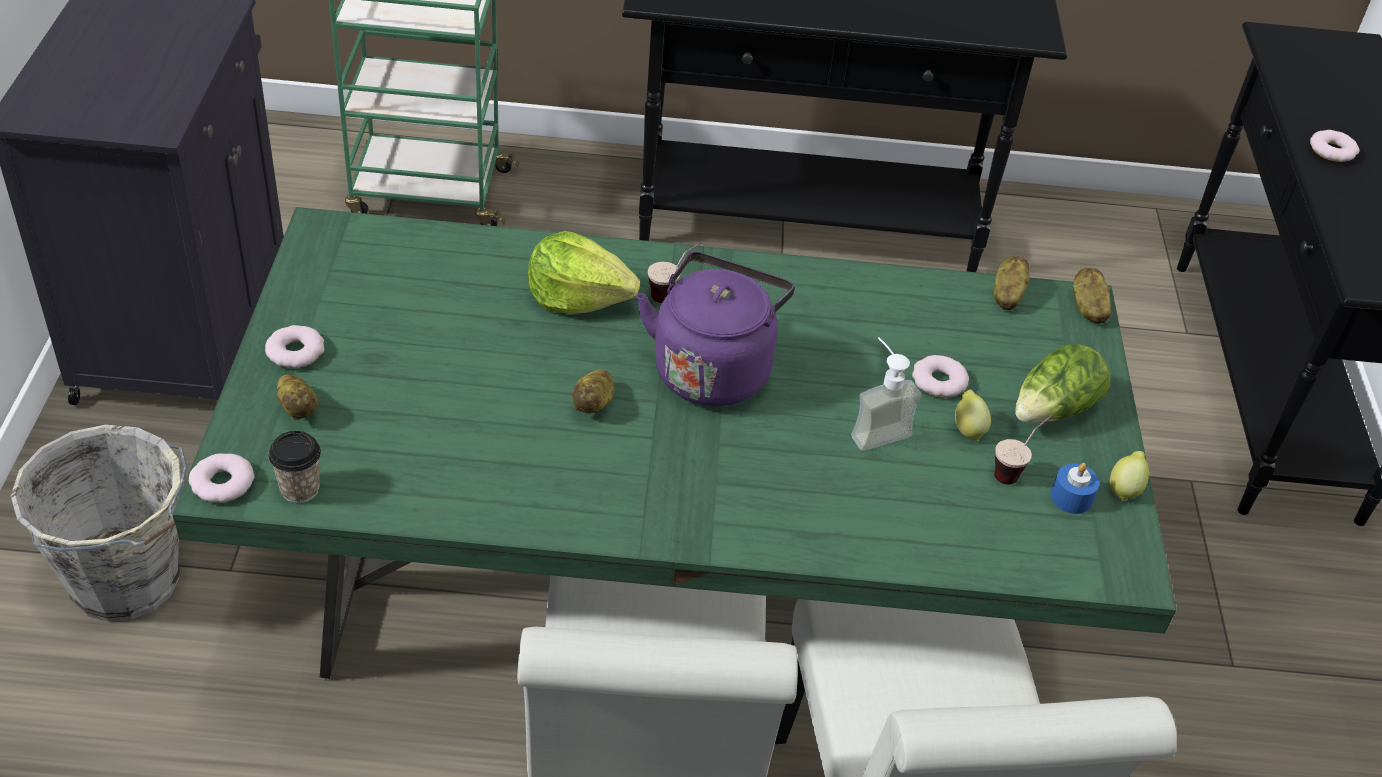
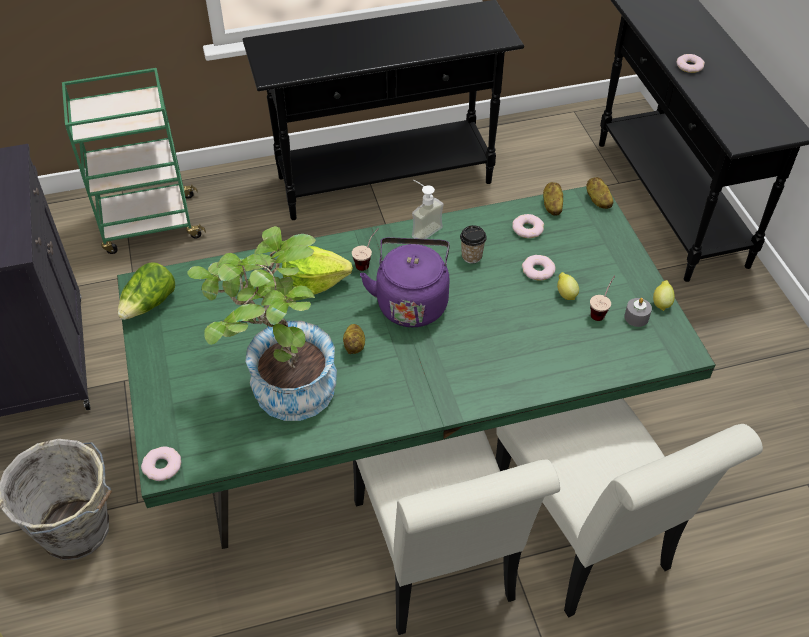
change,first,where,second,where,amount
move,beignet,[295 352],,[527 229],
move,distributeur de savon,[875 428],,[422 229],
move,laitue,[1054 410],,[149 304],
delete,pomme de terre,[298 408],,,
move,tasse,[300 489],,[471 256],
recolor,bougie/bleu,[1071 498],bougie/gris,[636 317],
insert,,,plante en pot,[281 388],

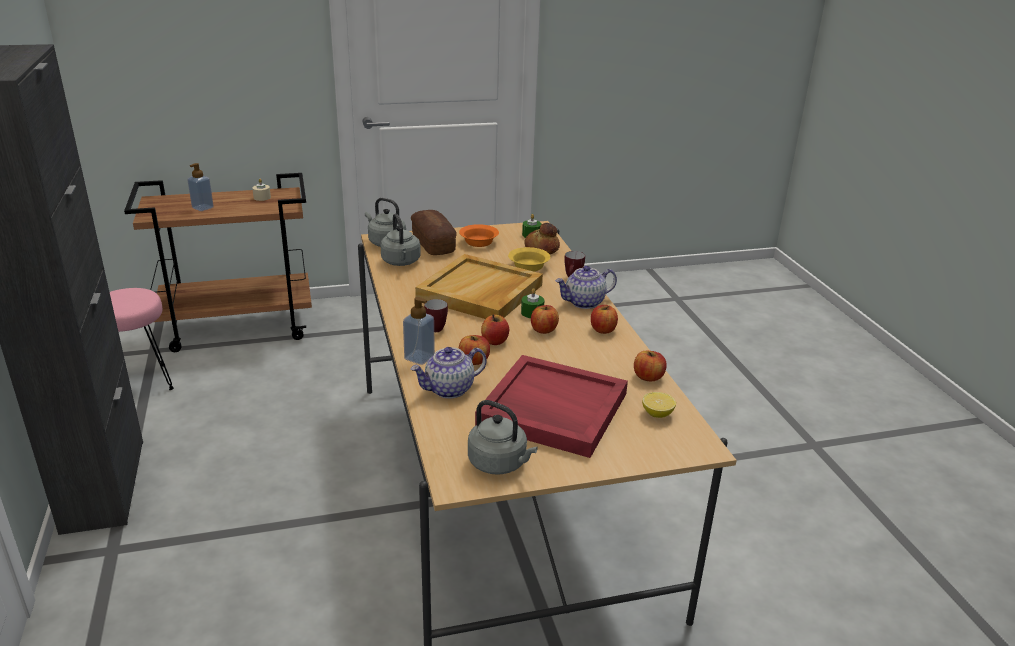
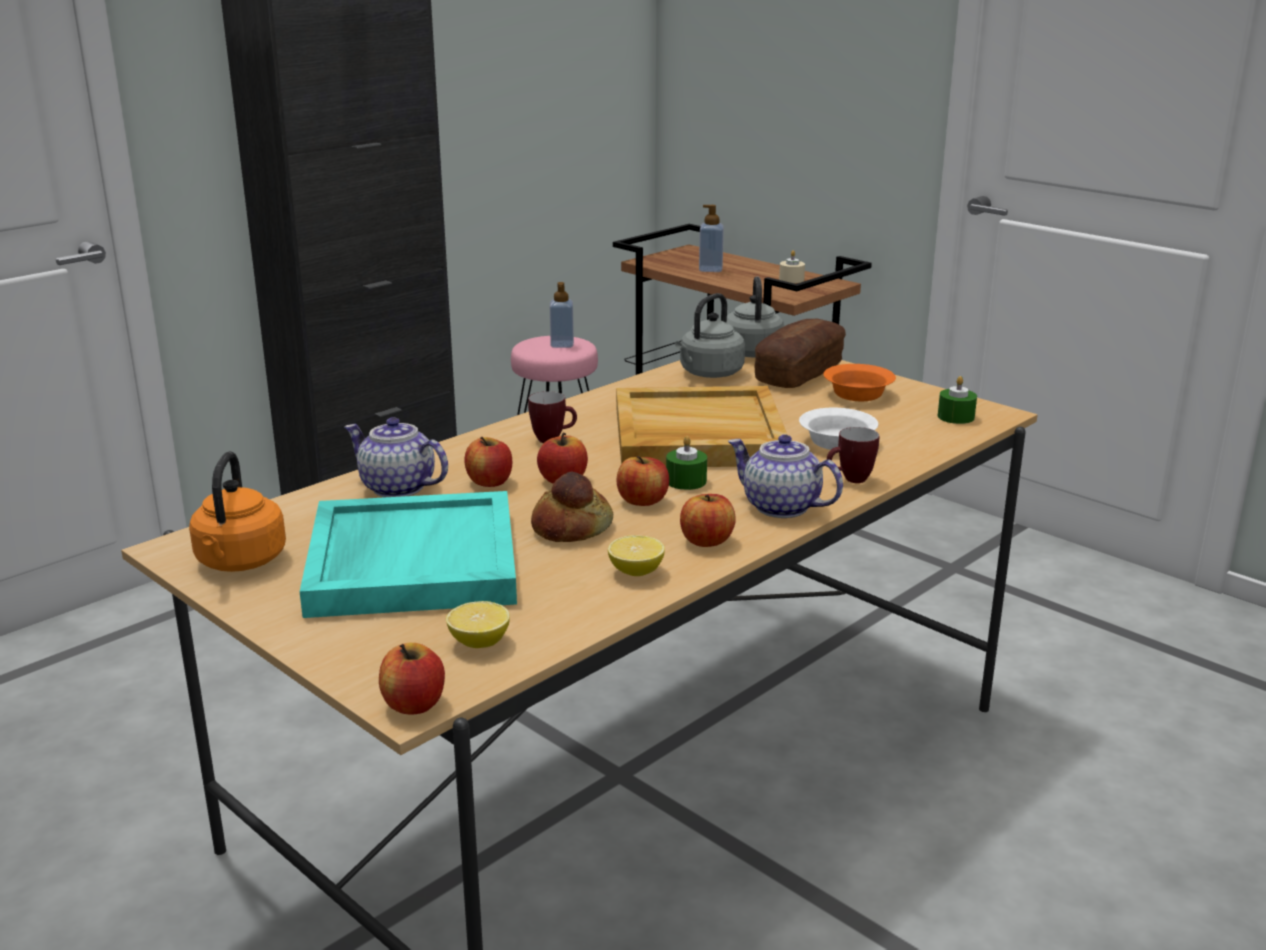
change,first,where,second,where,amount
move,pain,[541 248],,[571 527],
recolor,bol/jaune,[527 266],bol/blanc,[836 442],
move,distributeur de savon,[419 357],,[562 344],
move,pomme,[648 377],,[414 704],
recolor,plateau/rouge,[551 409],plateau/turquoise,[411 561],
recolor,bouilloire/gris,[500 464],bouilloire/orange,[239 562],
insert,,,citron,[636 572],

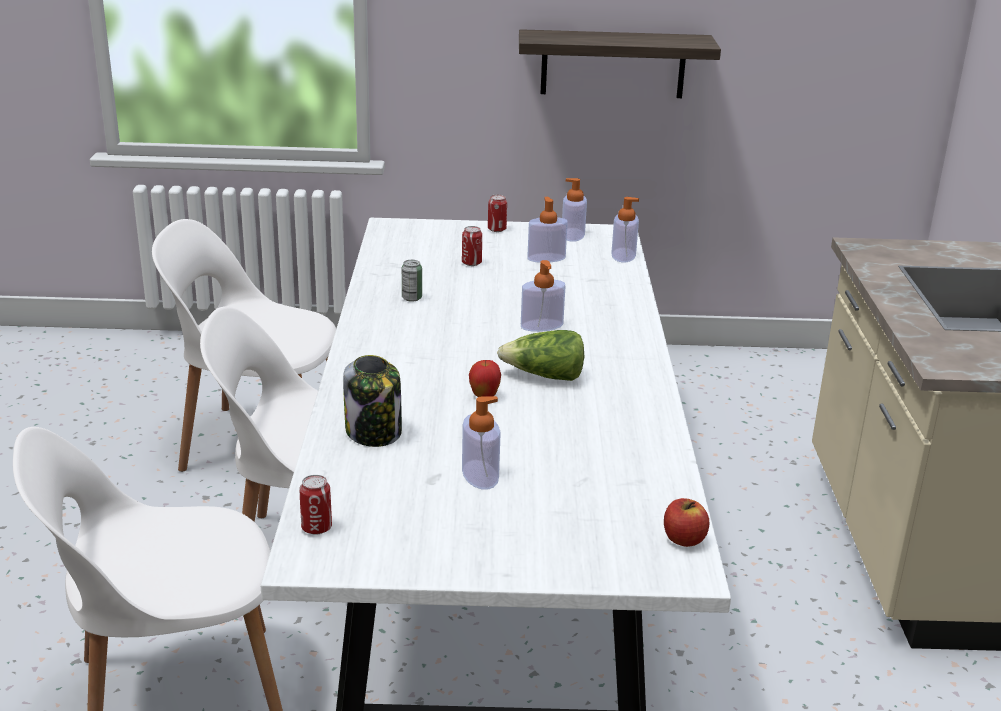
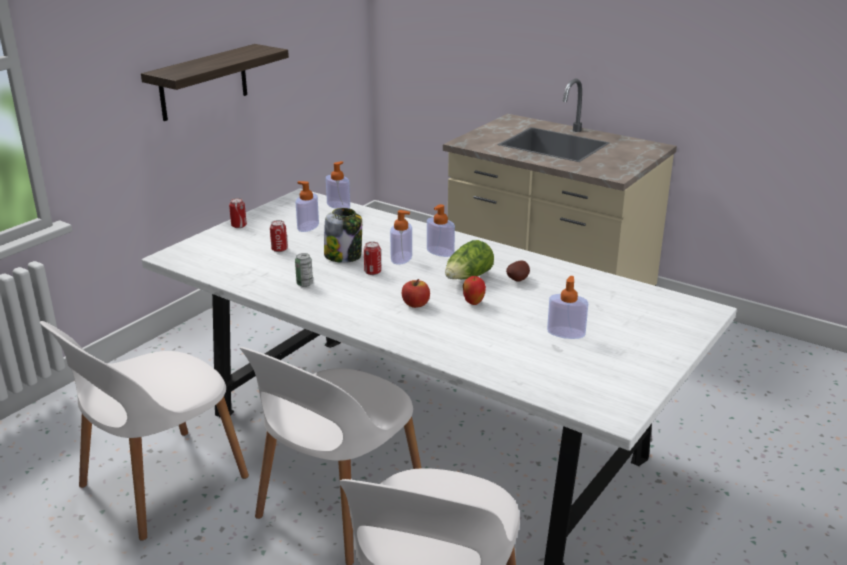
change,first,where,second,where,amount
move,distributeur de savon,[573 235],,[440 251],
move,bocal,[374 433],,[343 256],
move,boîte métallique,[316 528],,[372 272],
move,pomme,[683 539],,[415 304],
insert,,,pomme de terre,[518 280],

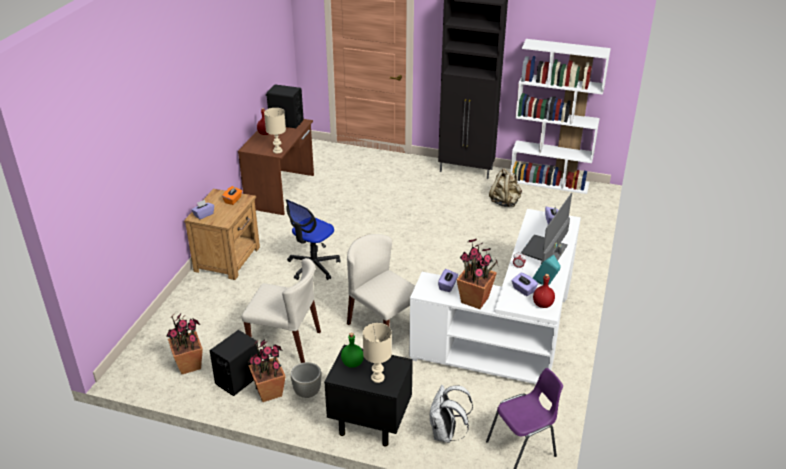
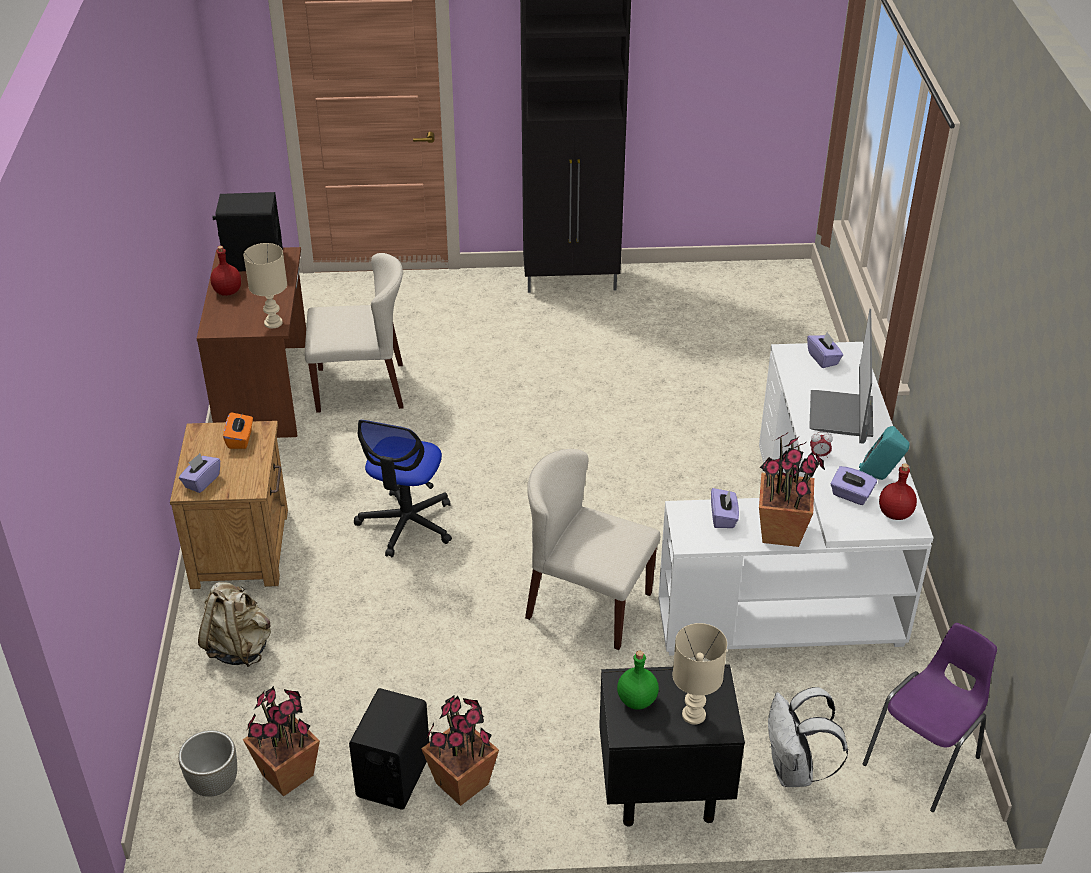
change,first,where,second,where,amount
delete,bibliothèque/blanc,[549 182],,,
move,sac à dos/beige,[505 202],,[239 647],
move,chaise/beige,[286 342],,[361 387],
move,cache-pot/gris,[307 392],,[213 784],

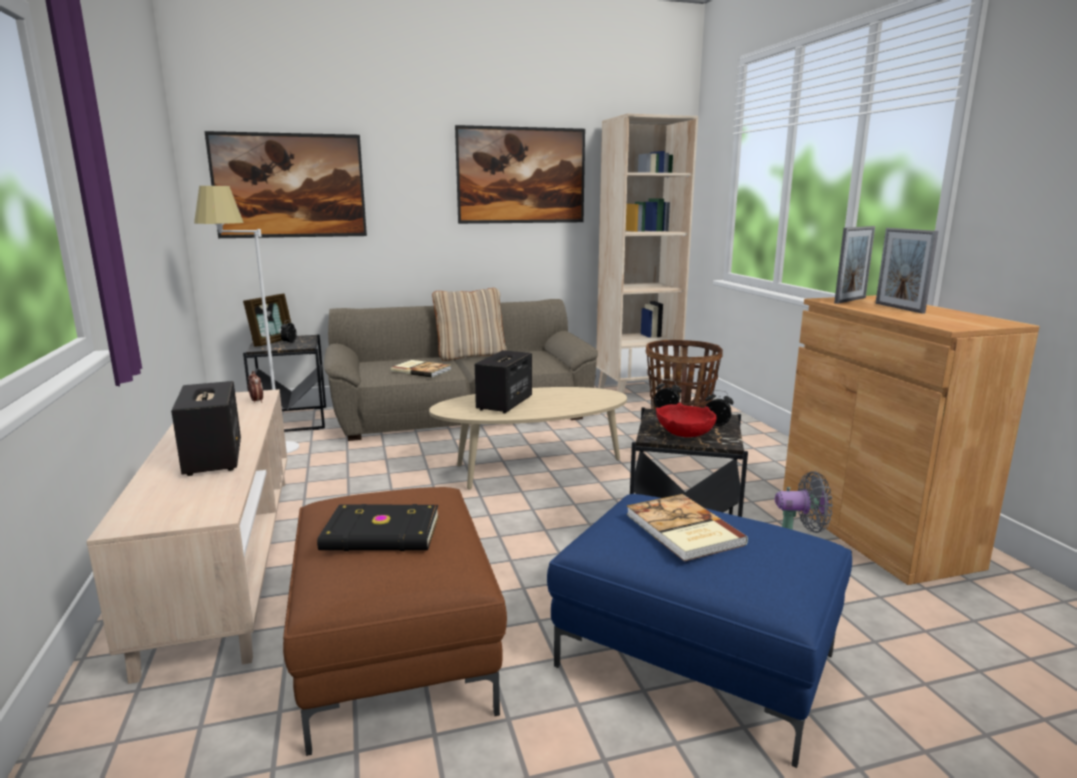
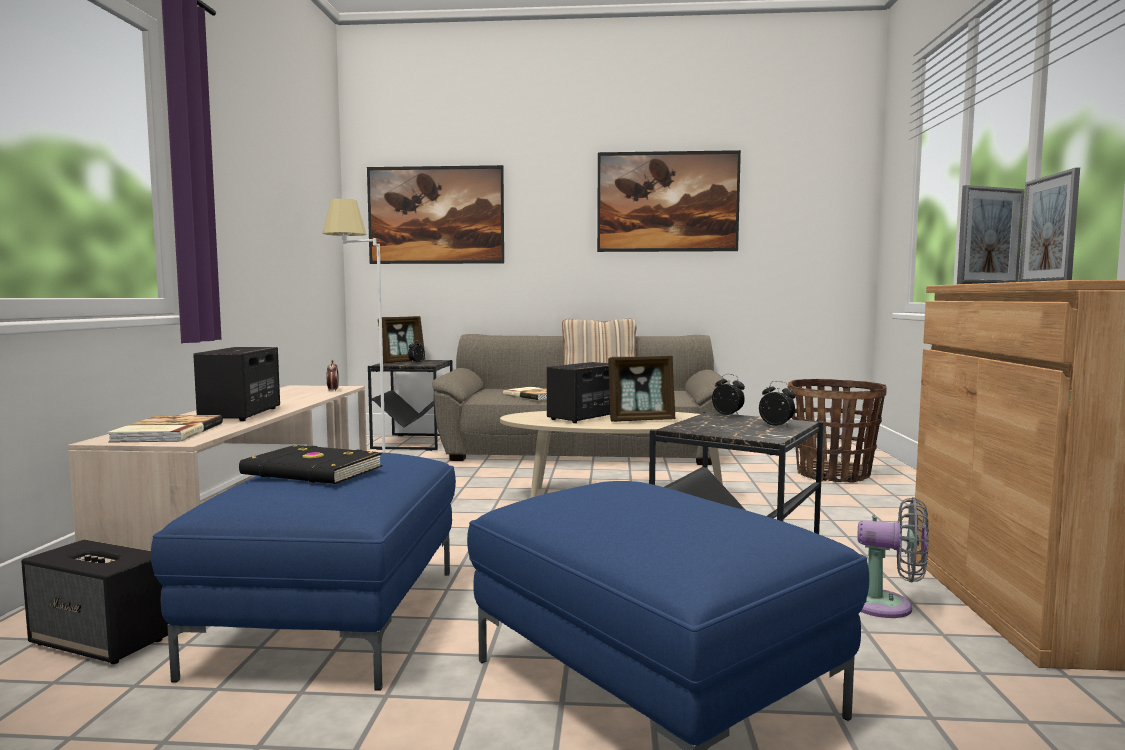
change,first,where,second,where,amount
delete,bibliothèque/beige,[637 392],,,
delete,bol/rouge,[685 433],,,
recolor,pouf/marron,[399 652],pouf/bleu,[335 620],
move,livre,[682 530],,[166 432],
insert,,,cadre photo,[641 420],
insert,,,enceinte,[102 642],

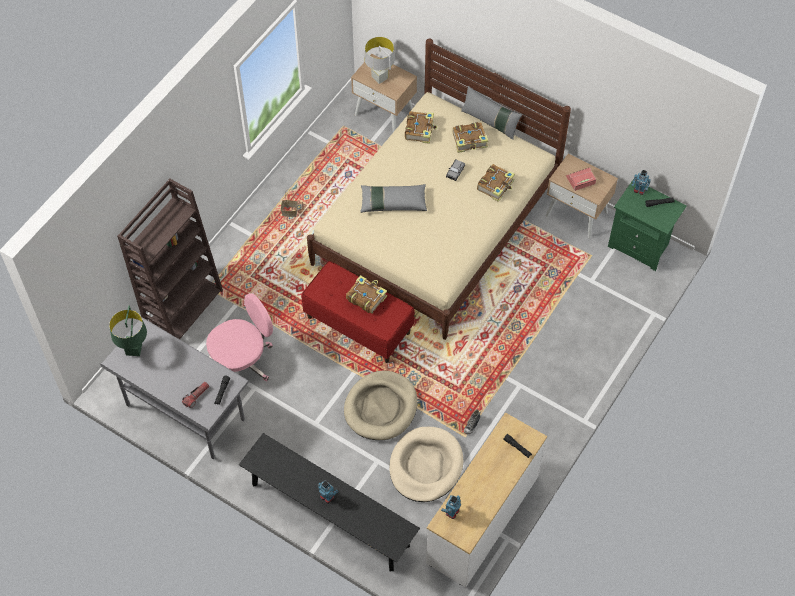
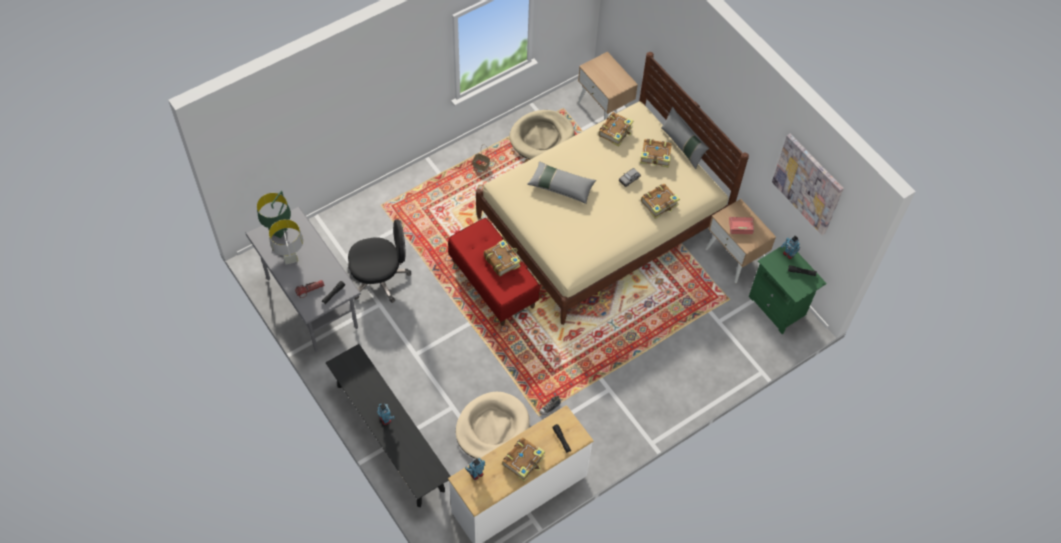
change,first,where,second,where,amount
move,lampe de table/gris,[380 78],,[290 258],
delete,bibliothèque/marron,[183 307],,,
recolor,chaise de bureau/rose,[242 361],chaise de bureau/noir,[380 278],
move,panier pour chien/beige,[381 407],,[542 137],
insert,,,tableau,[808 183],
insert,,,livre,[524 461],

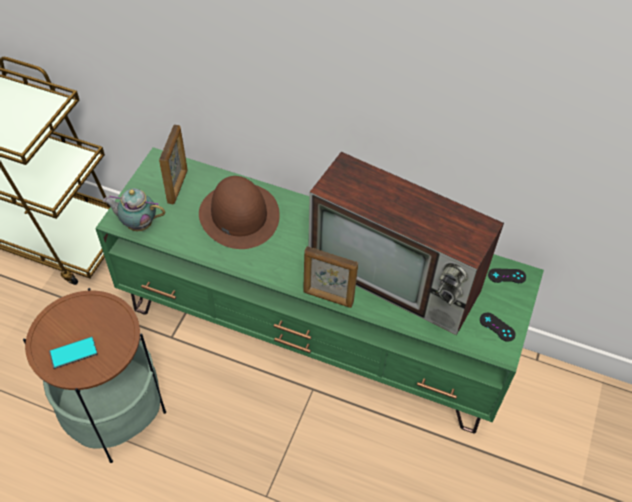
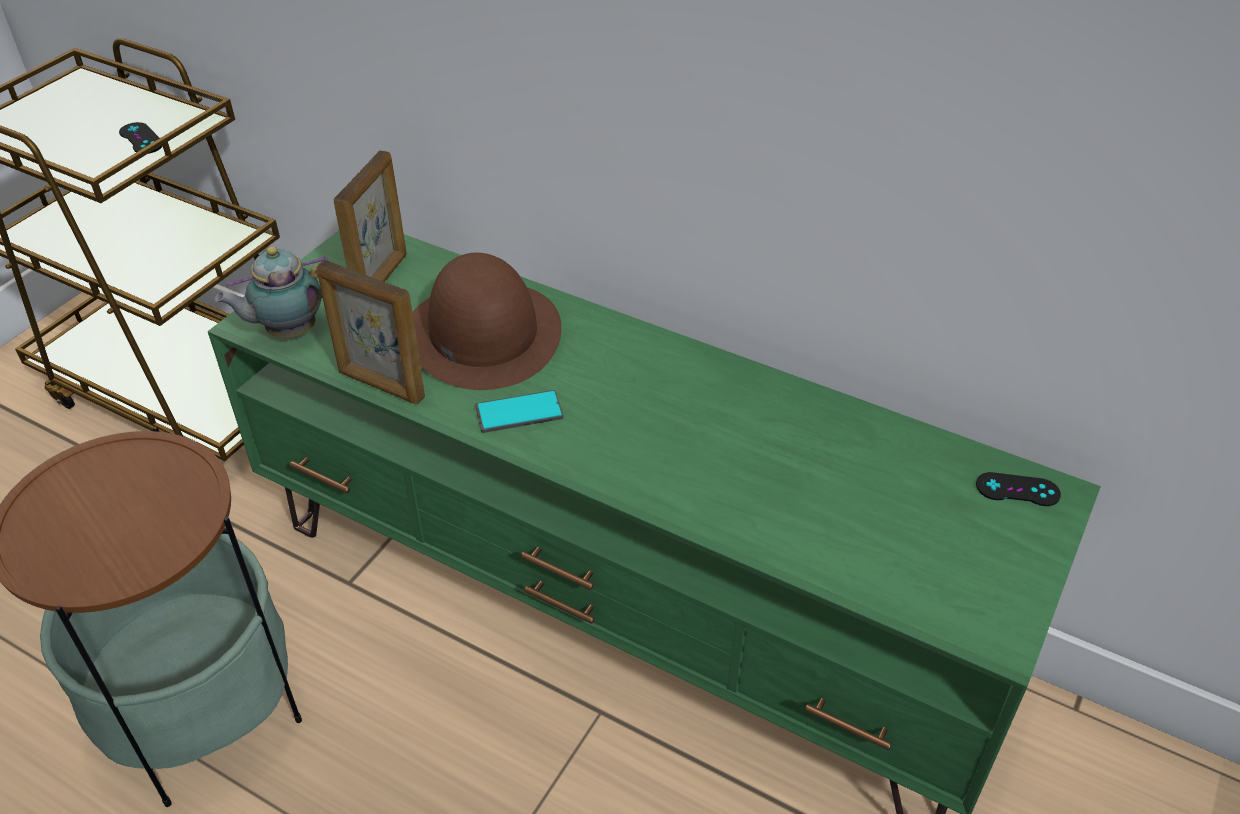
change,first,where,second,where,amount
delete,téléviseur,[397 277],,,
rotate,théière,[138 224],,[288 331],45 degrees counterclockwise
move,cadre photo,[328 298],,[380 385],
move,manette/noir,[497 327],,[141 138],
move,téléphone,[73 353],,[519 412],

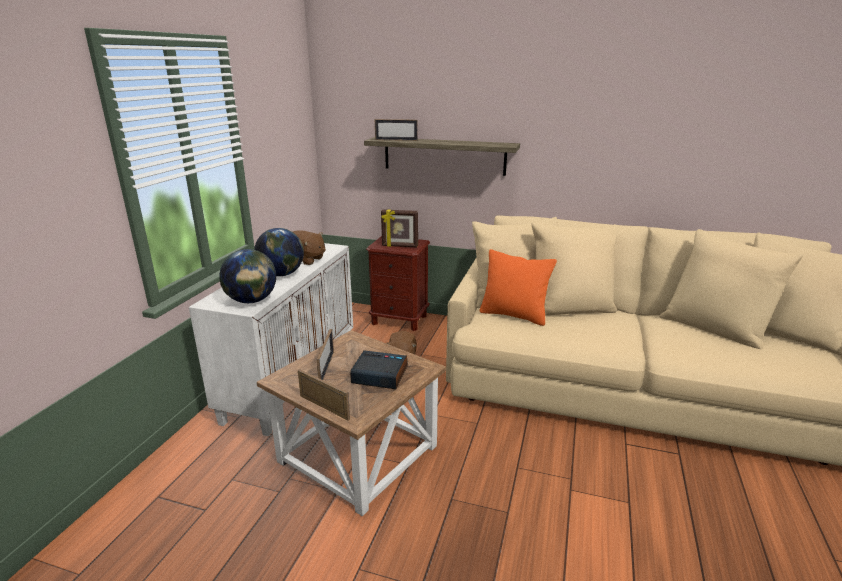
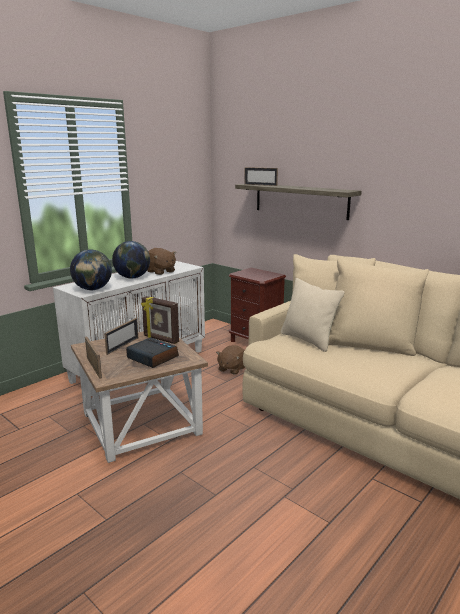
change,first,where,second,where,amount
move,cadre photo,[400 246],,[160 339],
recolor,coussin/orange,[514 315],coussin/beige,[308 340],

